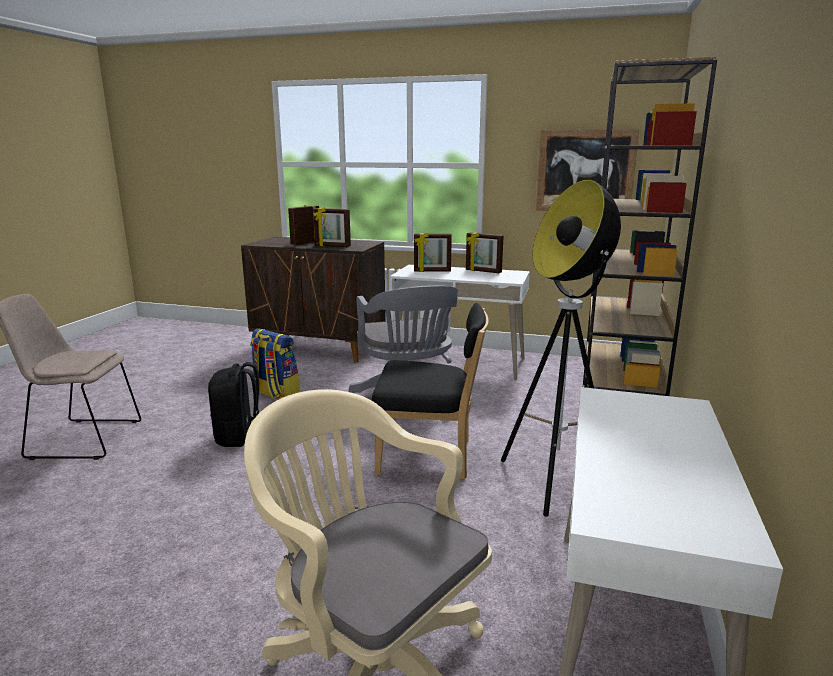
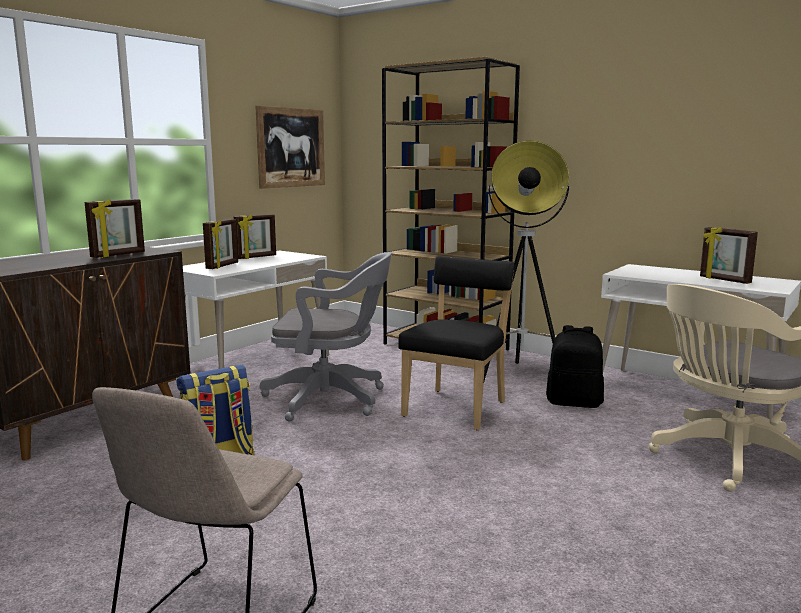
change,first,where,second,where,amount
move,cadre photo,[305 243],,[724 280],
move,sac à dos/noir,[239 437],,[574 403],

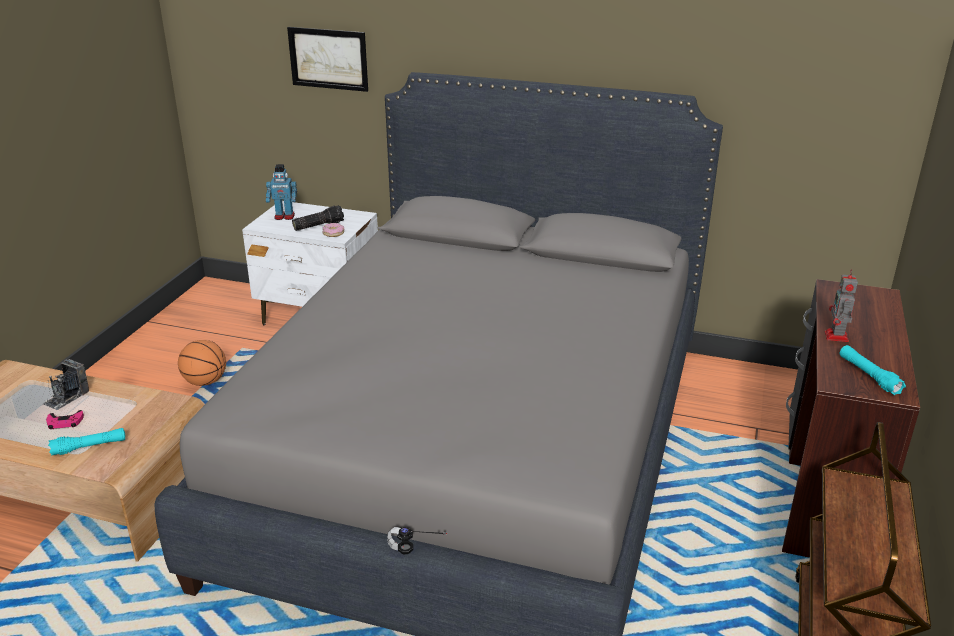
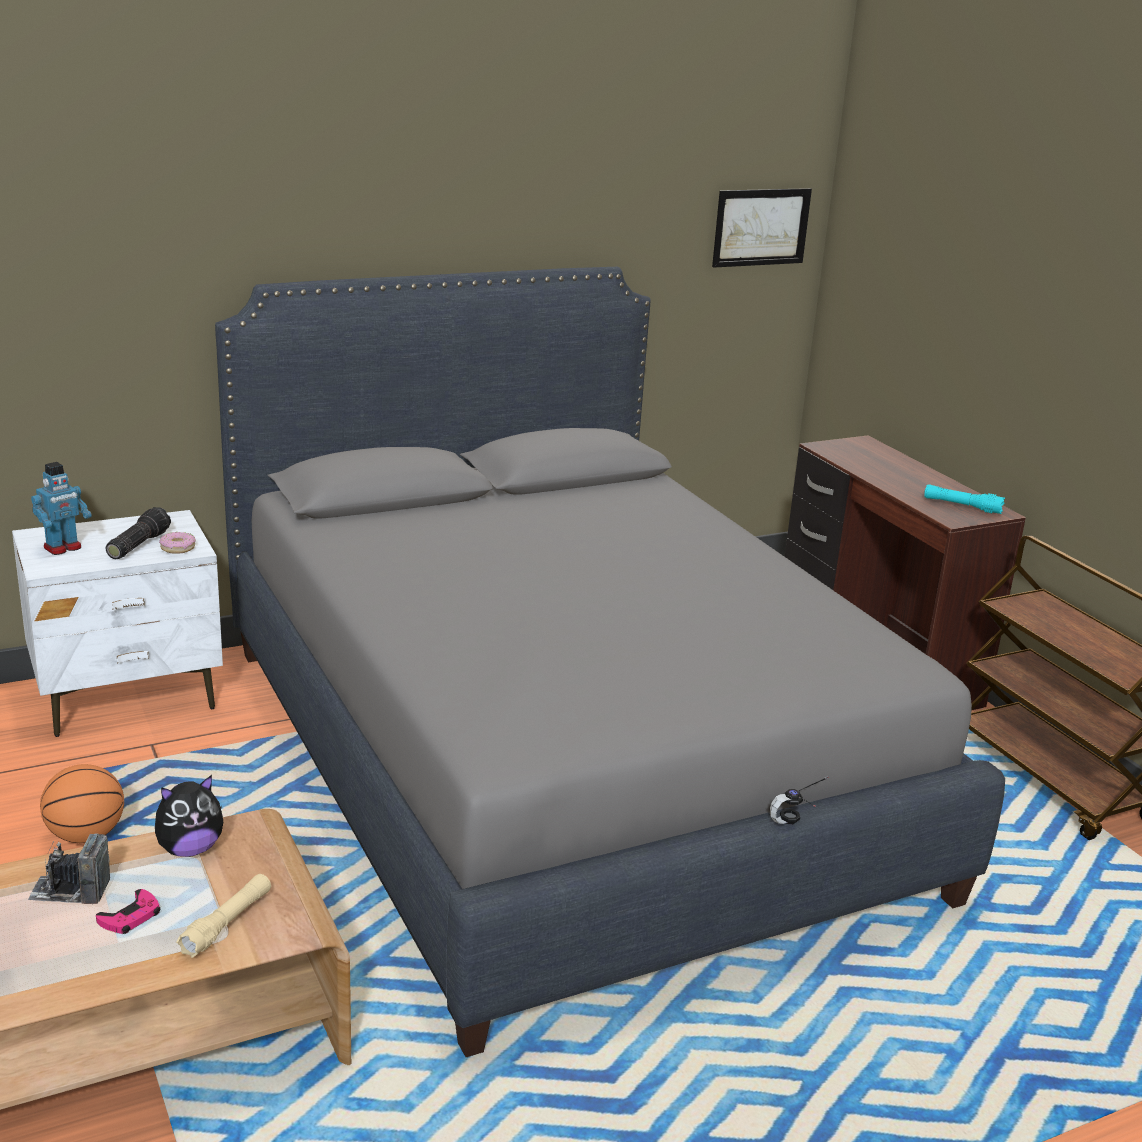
change,first,where,second,where,amount
move,tableau,[328 59],,[761 227],
delete,robot jouet,[836 337],,,
rotate,appareil photo,[66 397],,[70 890],105 degrees clockwise
recolor,lampe de poche/turquoise,[89 447],lampe de poche/beige,[227 923],
insert,,,peluche,[190 849],

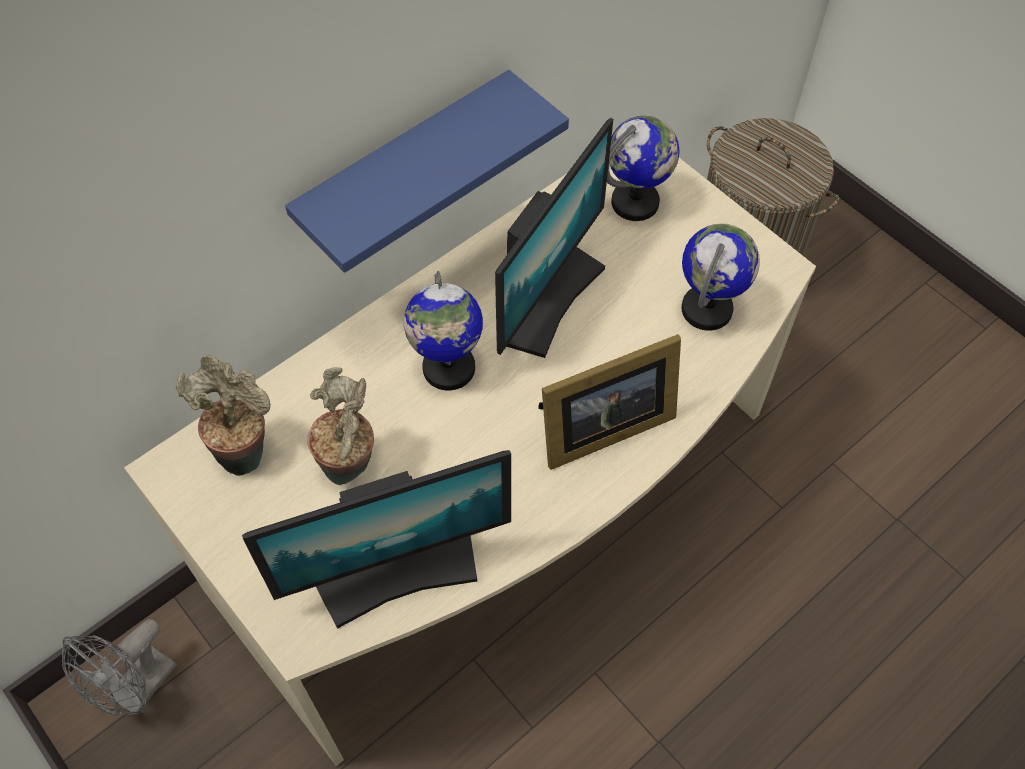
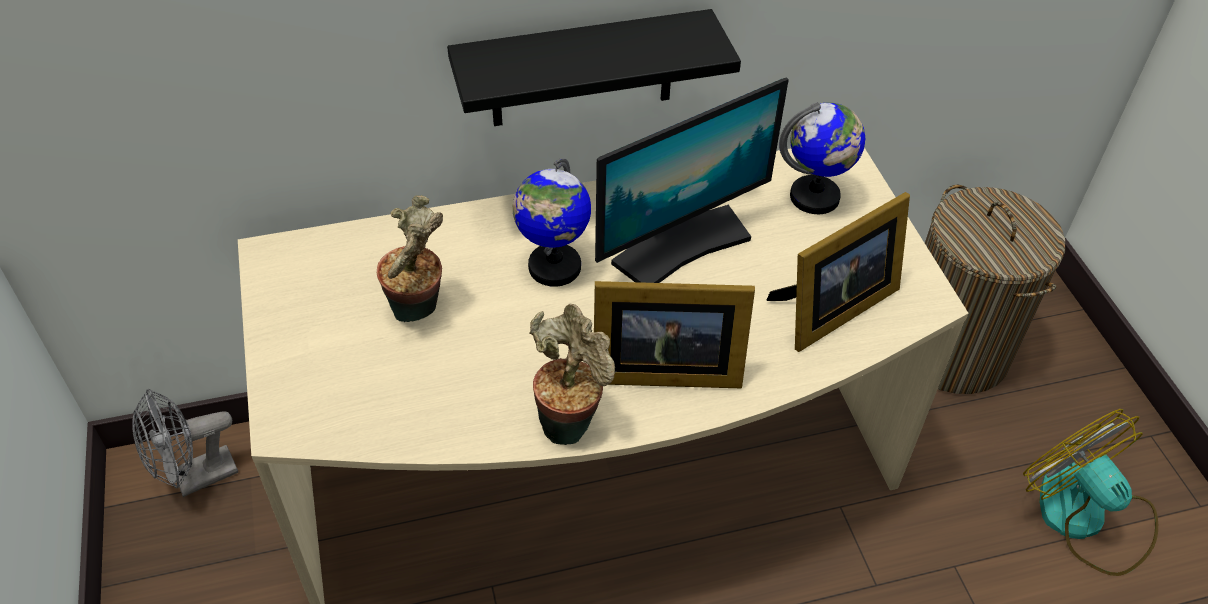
change,first,where,second,where,amount
recolor,étagère/bleu,[405 171],étagère/noir,[582 69],
replace,globe,[707 309],cadre photo,[831 309],
move,plante en pot,[244 451],,[570 422],
delete,écran d'ordinateur,[397 571],,,
insert,,,ventilateur,[1085 518],

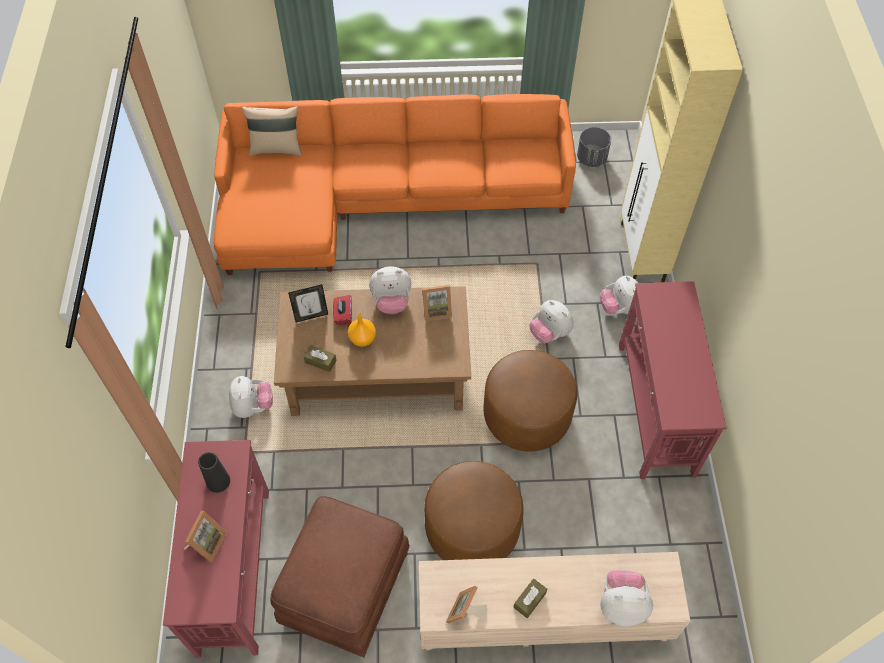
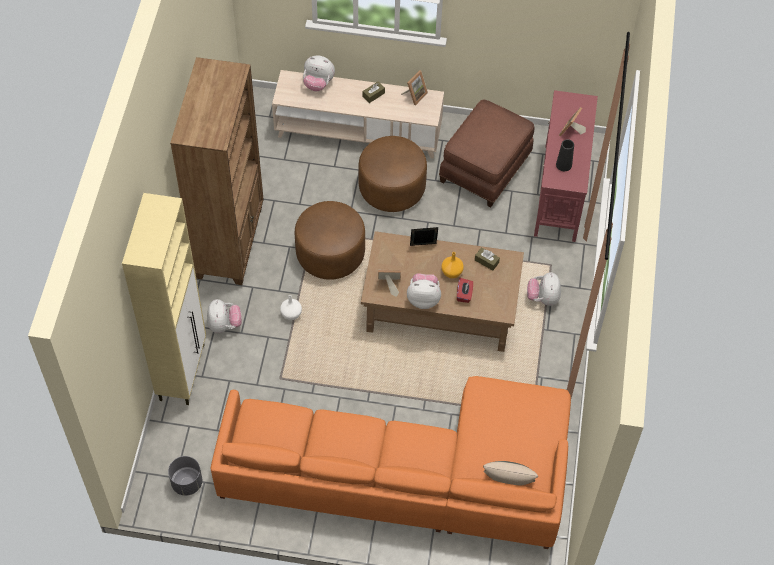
change,first,where,second,where,amount
replace,table console/rouge,[655 408],bibliothèque/marron,[230 241],
move,cadre photo,[311 316],,[423 246],
replace,peluche,[549 333],vase/blanc,[291 314],

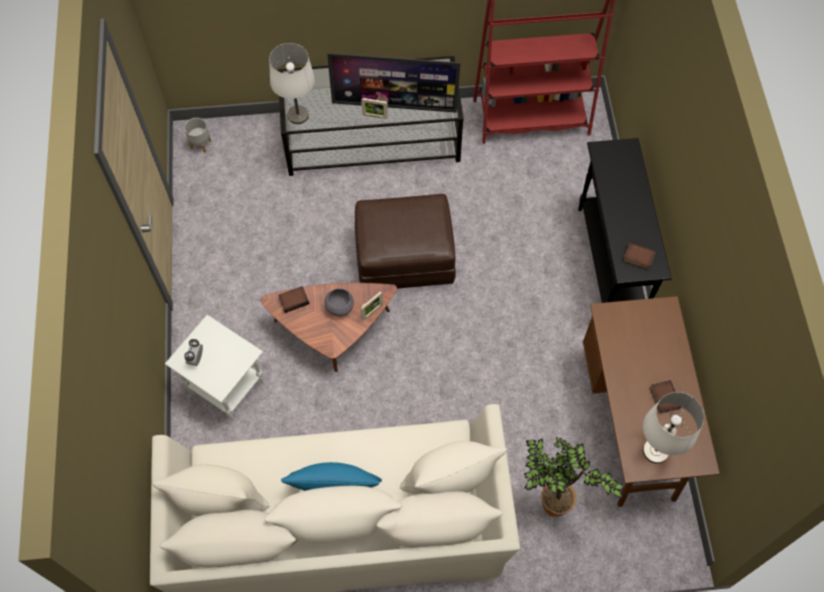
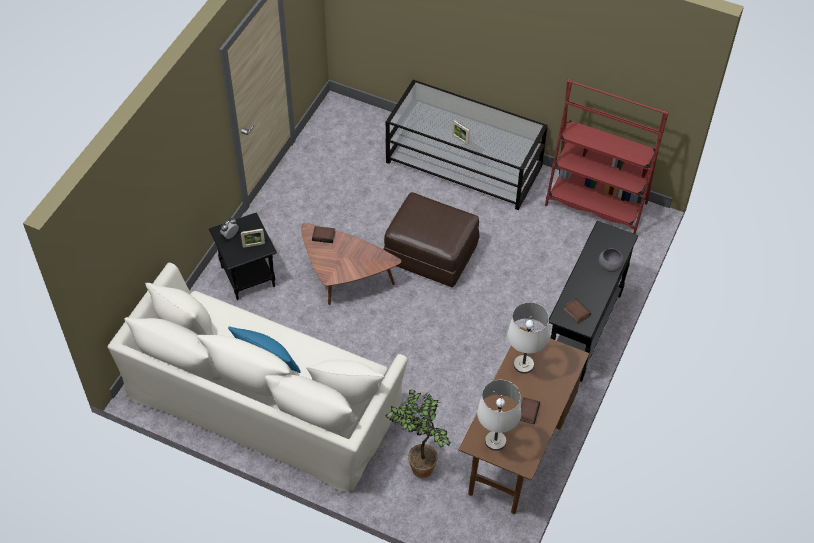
change,first,where,second,where,amount
move,lampe de table/blanc,[297 115],,[523 365],
delete,téléviseur,[394 105],,,
delete,cache-pot/gris,[201 144],,,
move,bol/gris,[339 307],,[609 266],
move,cadre photo,[372 312],,[253 245],
recolor,table d'appoint/blanc,[225 386],table d'appoint/noir,[247 276],

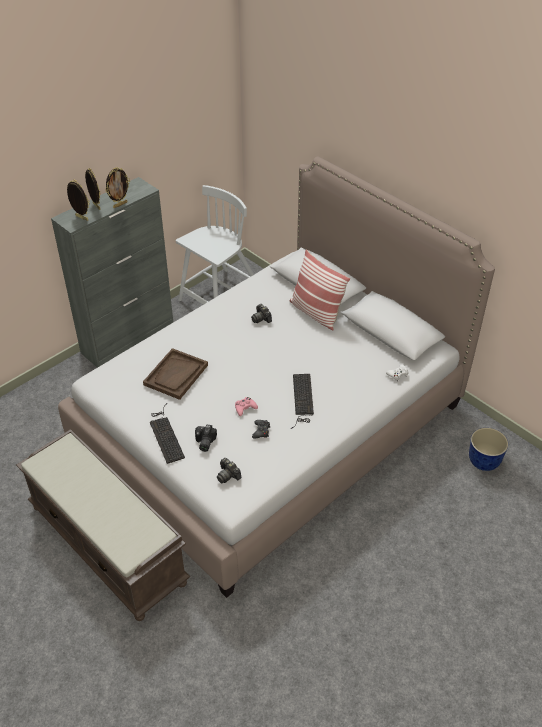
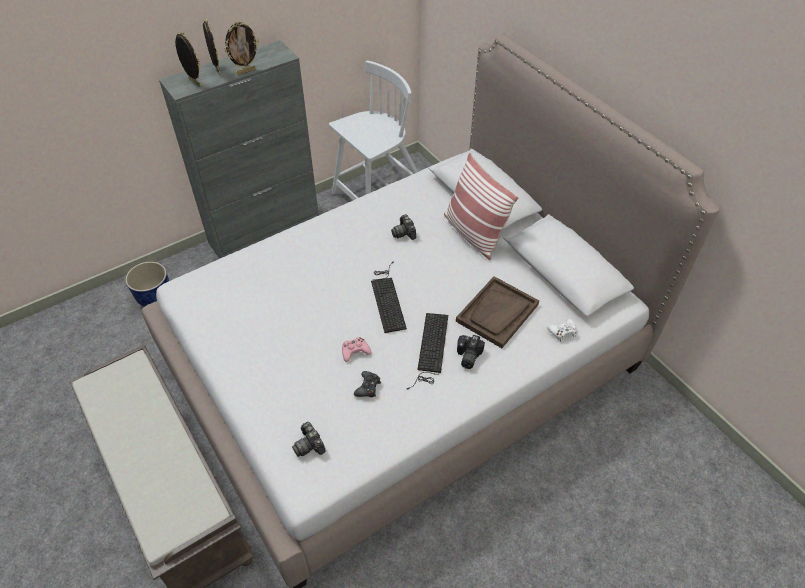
change,first,where,second,where,amount
move,plateau/marron,[176 375],,[497 313],
move,clavier,[165 434],,[387 298],
move,appareil photo,[204 442],,[467 356],
move,cache-pot,[483 462],,[155 298],

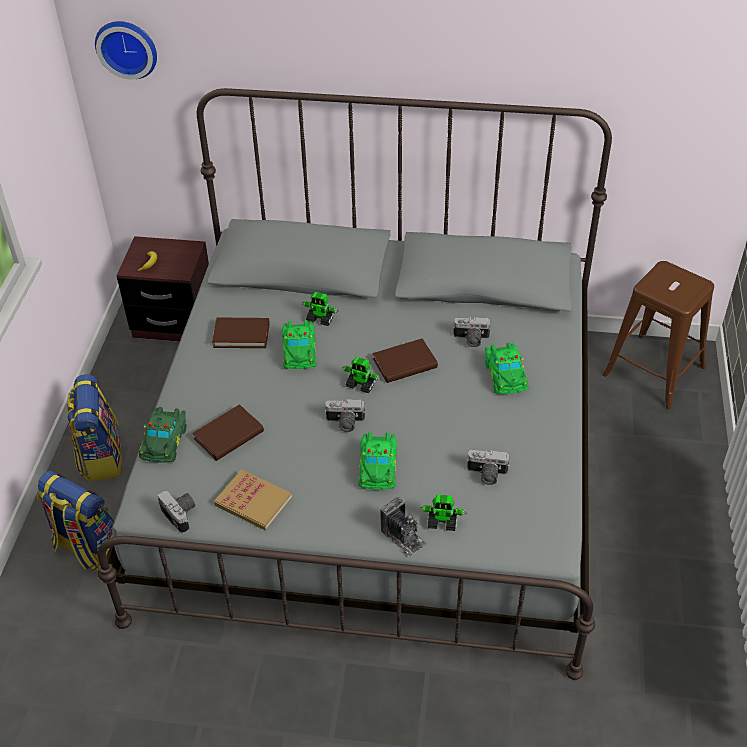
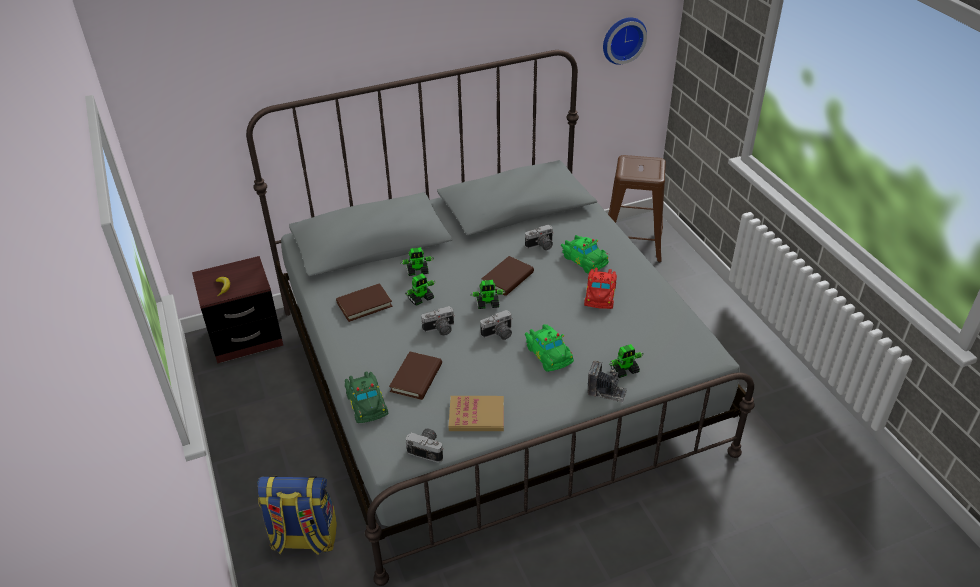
change,first,where,second,where,amount
move,horloge murale,[127 47],,[622 39],
replace,petite voiture/vert,[300 351],robot jouet,[421 298],
delete,sac à dos,[100 457],,,
move,appareil photo,[486 475],,[440 329],
insert,,,petite voiture/rouge,[601 294],

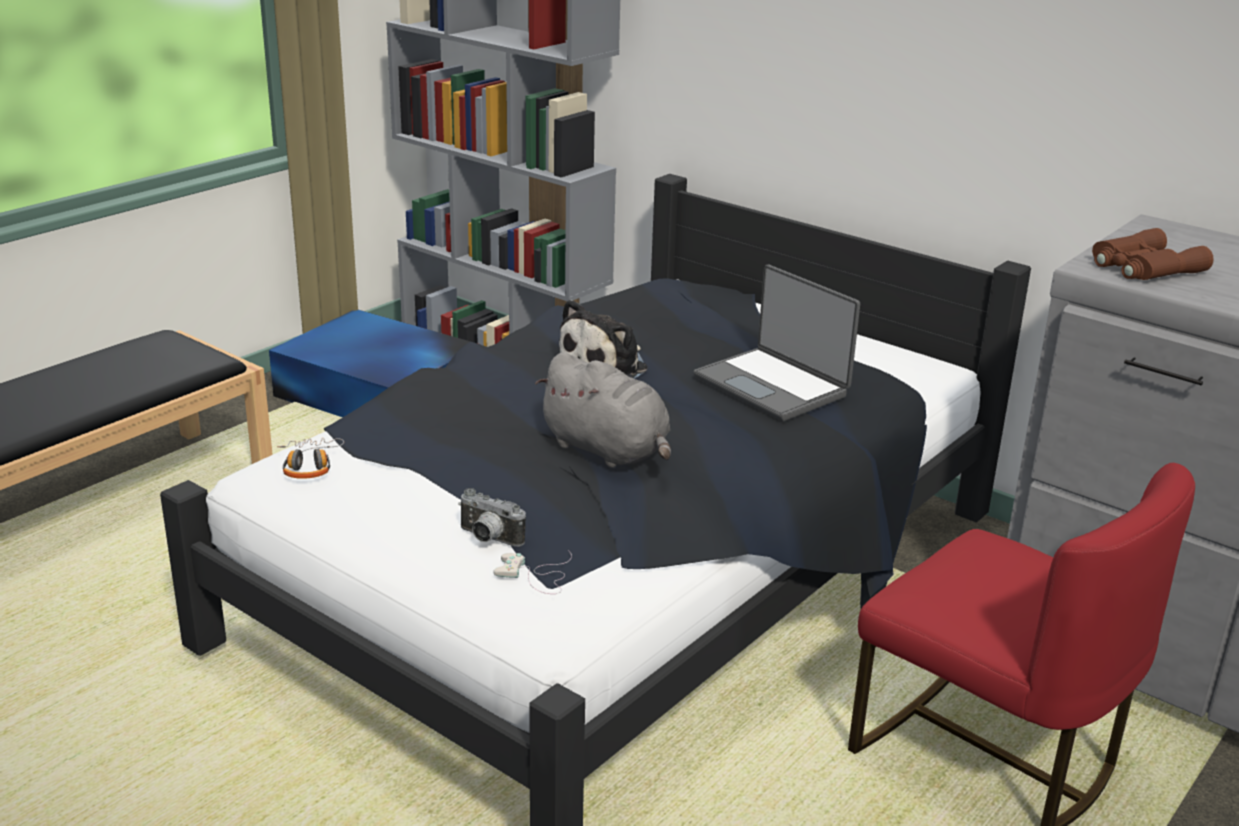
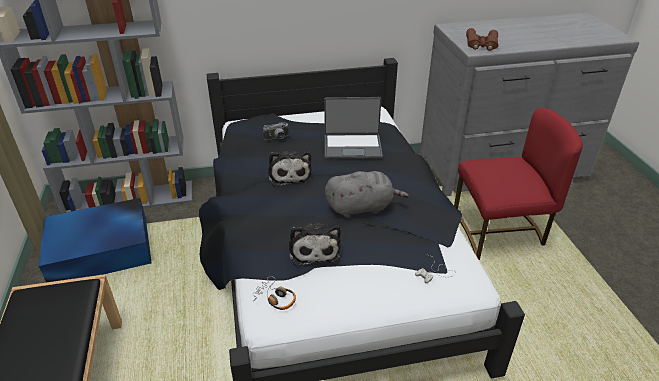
change,first,where,second,where,amount
move,appareil photo,[487 539],,[277 138],
insert,,,peluche,[314 249],

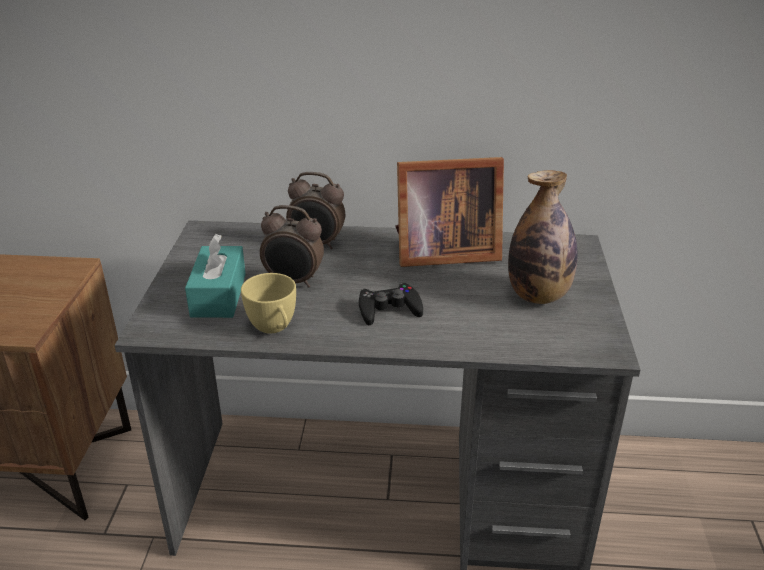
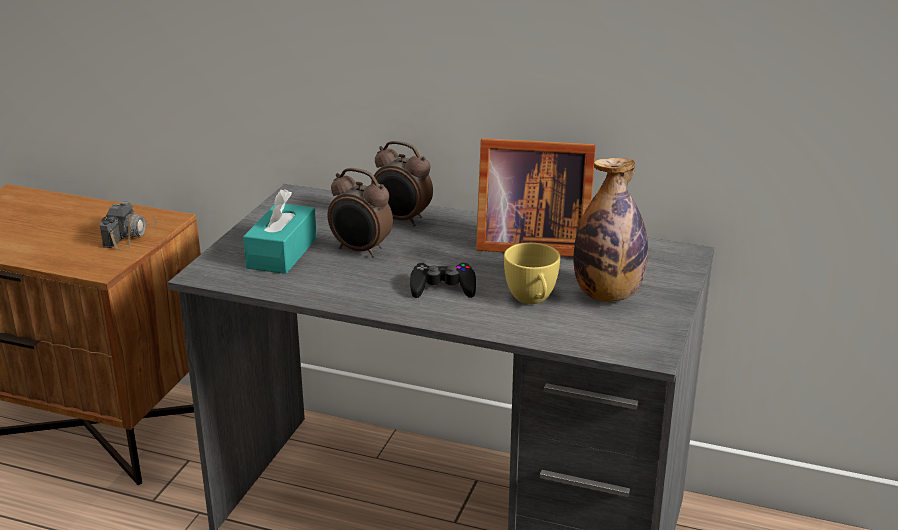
change,first,where,second,where,amount
move,tasse/jaune,[274 328],,[532 300],
insert,,,appareil photo,[130 234],

